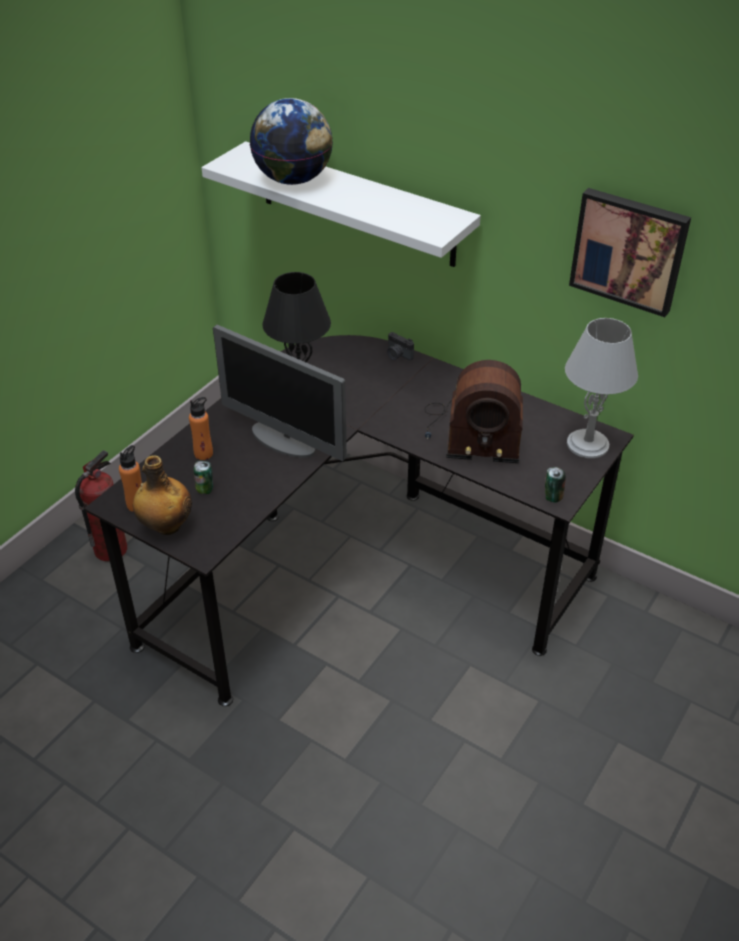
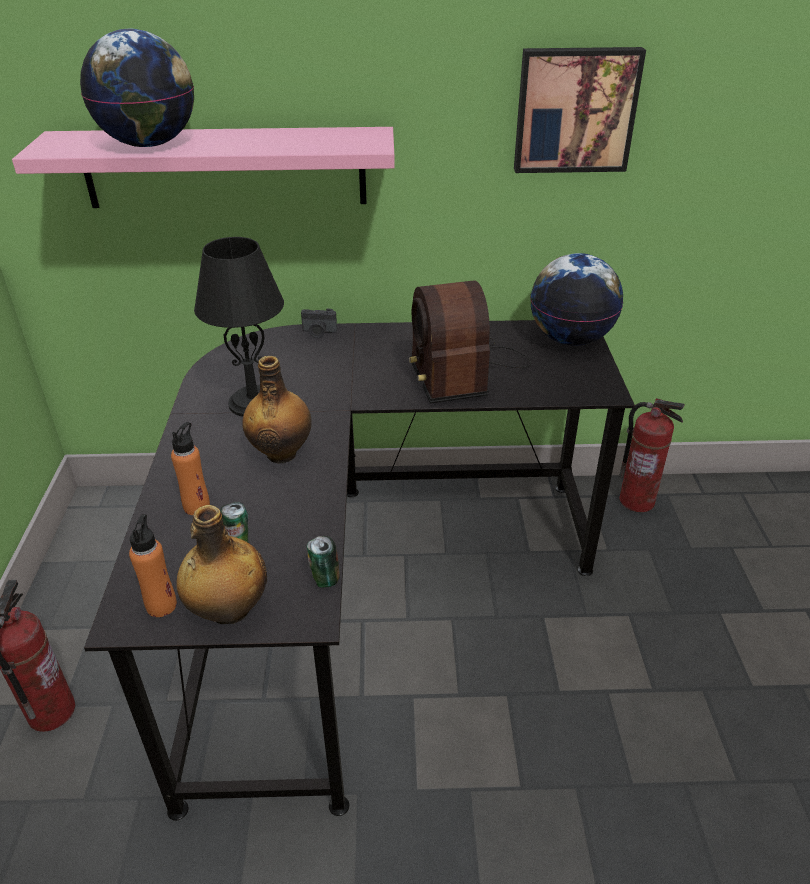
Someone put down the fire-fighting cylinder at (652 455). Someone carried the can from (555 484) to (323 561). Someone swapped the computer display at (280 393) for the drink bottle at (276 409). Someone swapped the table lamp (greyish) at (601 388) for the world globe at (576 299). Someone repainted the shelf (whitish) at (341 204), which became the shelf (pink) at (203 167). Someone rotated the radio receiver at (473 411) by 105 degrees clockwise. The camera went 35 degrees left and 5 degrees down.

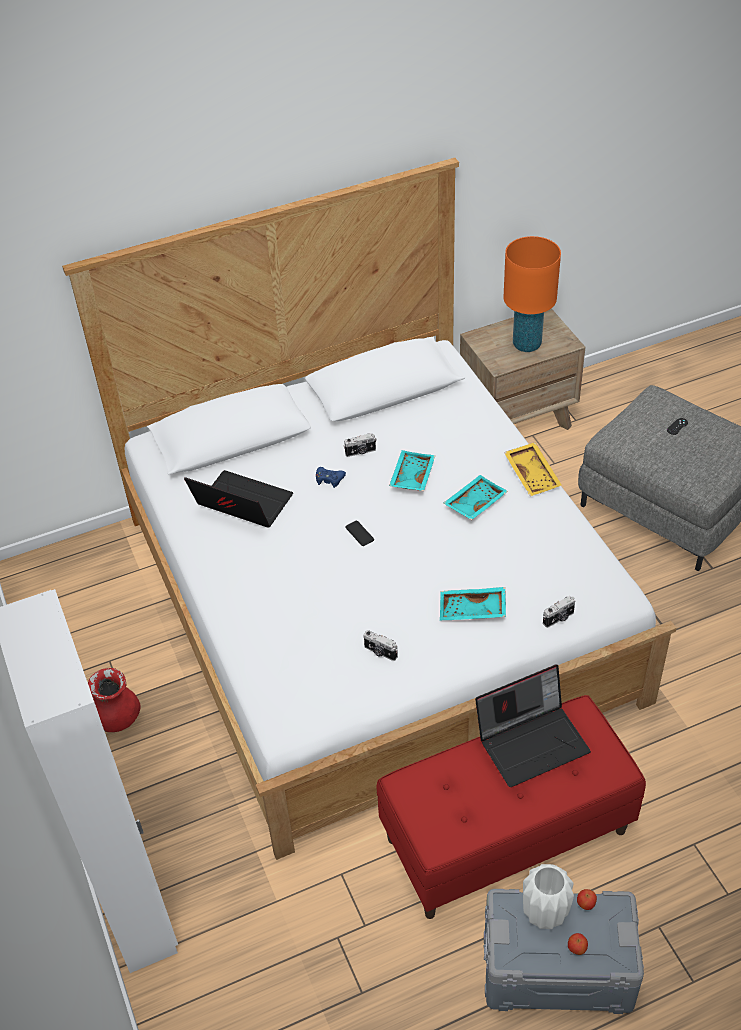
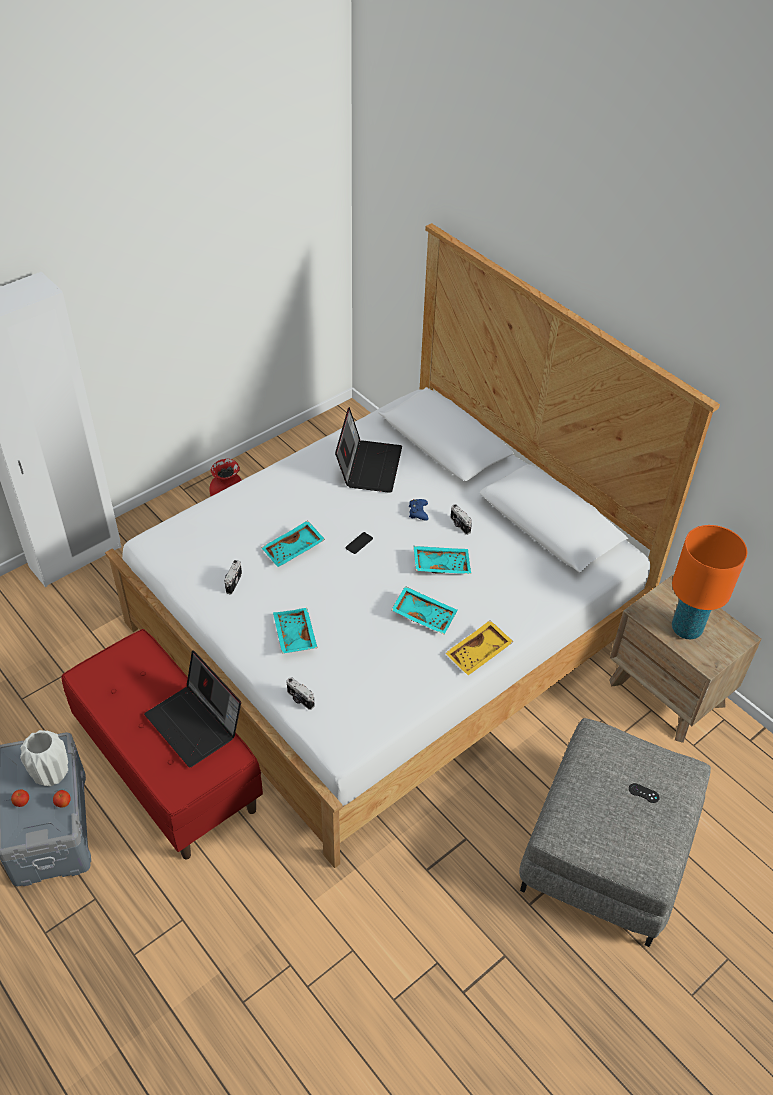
Someone put down the tray (turquoise) at (293 543). The camera went 70 degrees right and 0 degrees up.

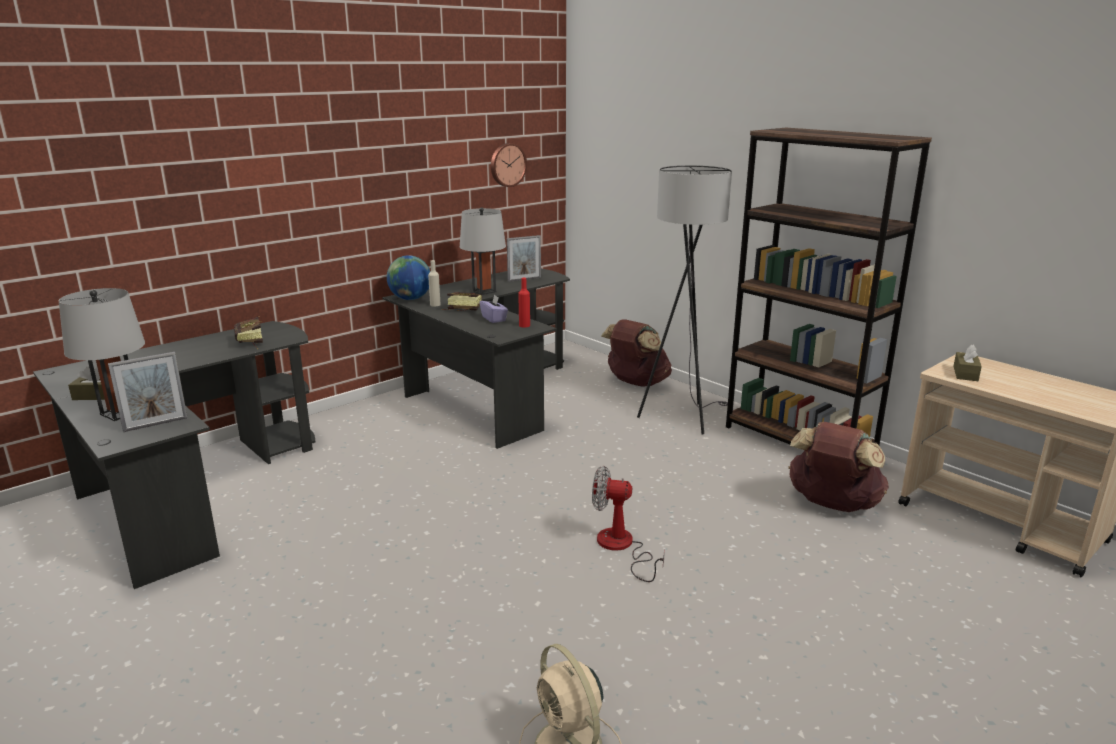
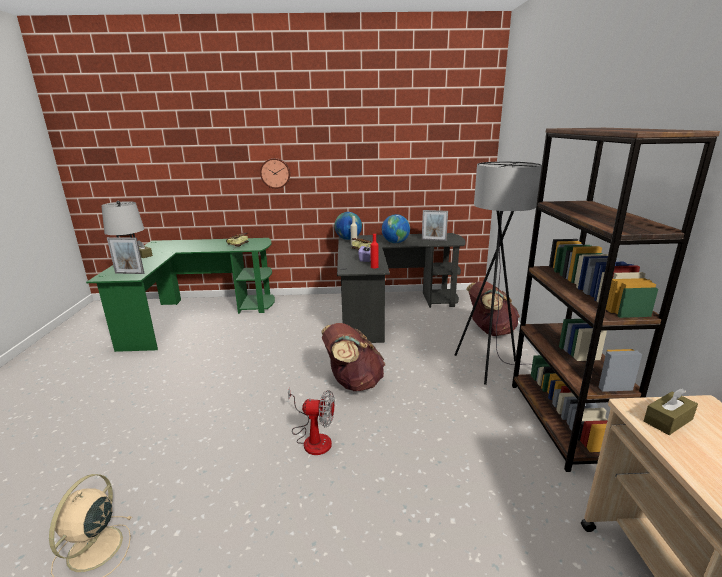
Someone carried the clock on the wall from (509 165) to (275 173). Someone carried the rucksack (brown) from (838 467) to (353 357). Someone swapped the table lamp (greyish) at (483 251) for the world globe at (396 228). Someone repainted the desk table (black-coloured) at (174 455), which became the desk table (greenish) at (180 295). Someone rotated the electric fan at (628 524) by 135 degrees clockwise. The camera went 40 degrees right and 0 degrees up.

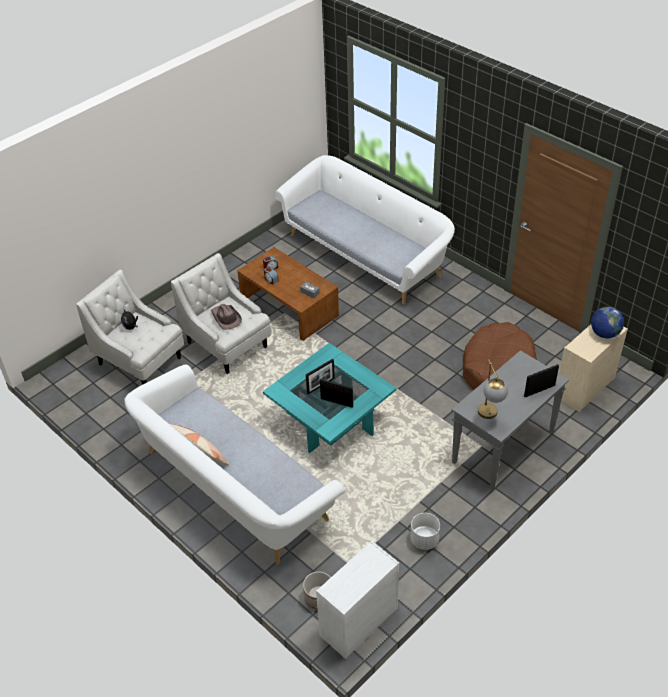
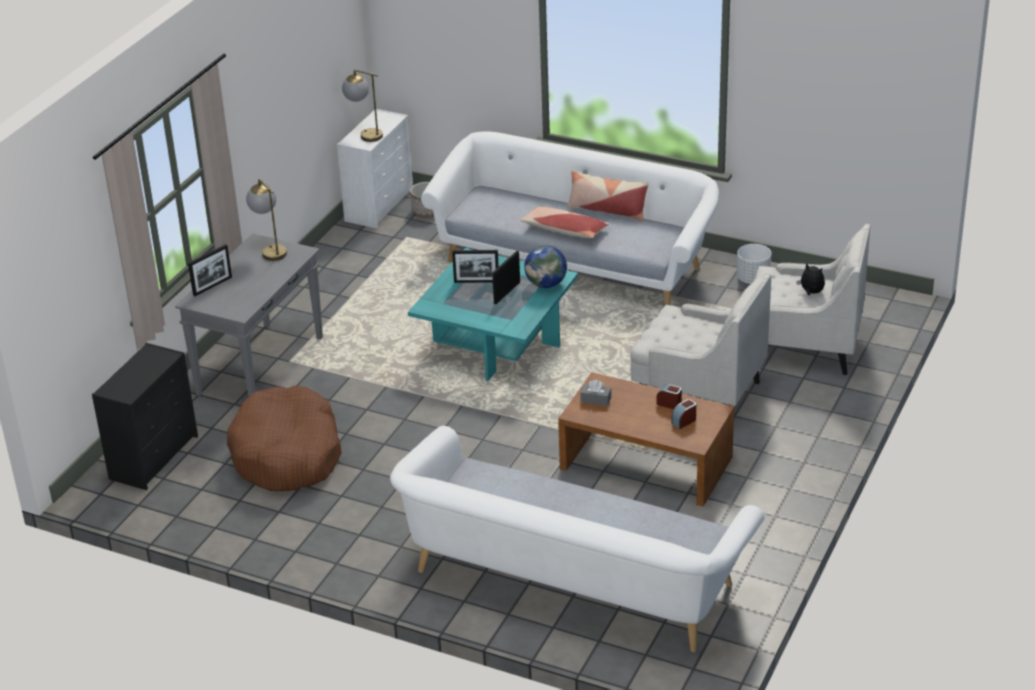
Someone took away the wearable hat (brown) at (226 317). Someone put down the table lamp at (362 105). Someone put down the throw pillow at (564 222). Someone carried the planter (whitish) from (425 531) to (754 264). Someone carried the world globe from (607 322) to (545 266). Someone repainted the drawer chest (sand-coloured) at (593 368), which became the drawer chest (black-coloured) at (145 416). The camera went 160 degrees right and 10 degrees down.

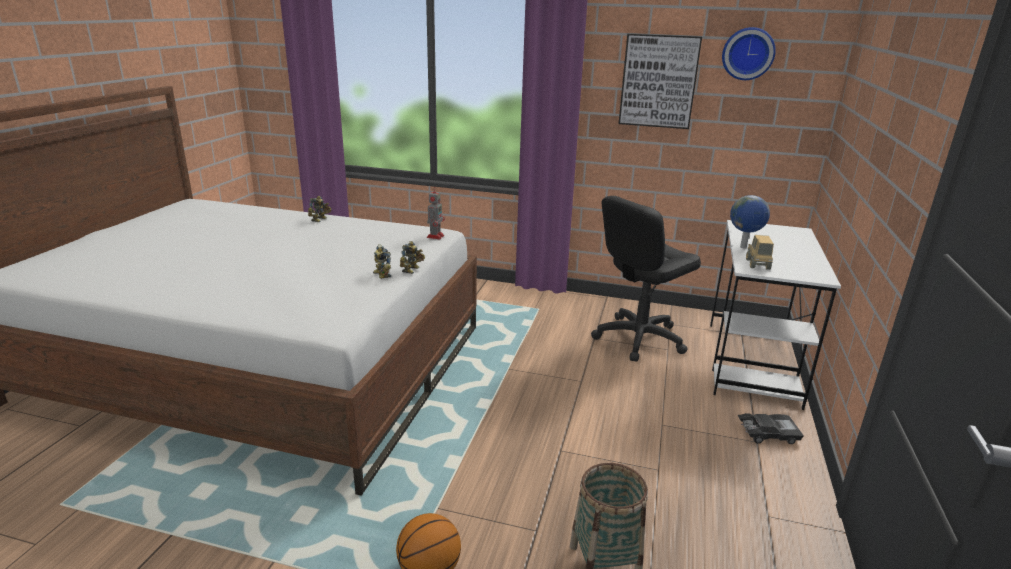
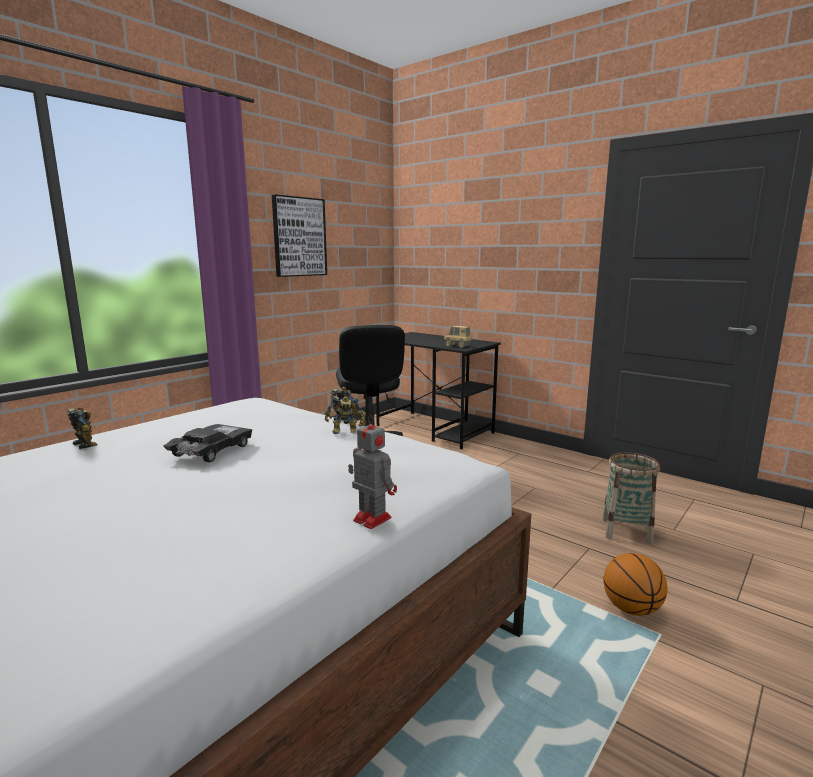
Someone took away the clock on the wall at (749 53). Someone took away the world globe at (750 222). Someone carried the robot figure from (436 215) to (372 472). Someone carried the miniature car (black-coloured) from (771 428) to (207 443). Someone repainted the desk table (whitish) at (775 315), which became the desk table (black-coloured) at (438 390). The camera went 65 degrees left and 10 degrees down.

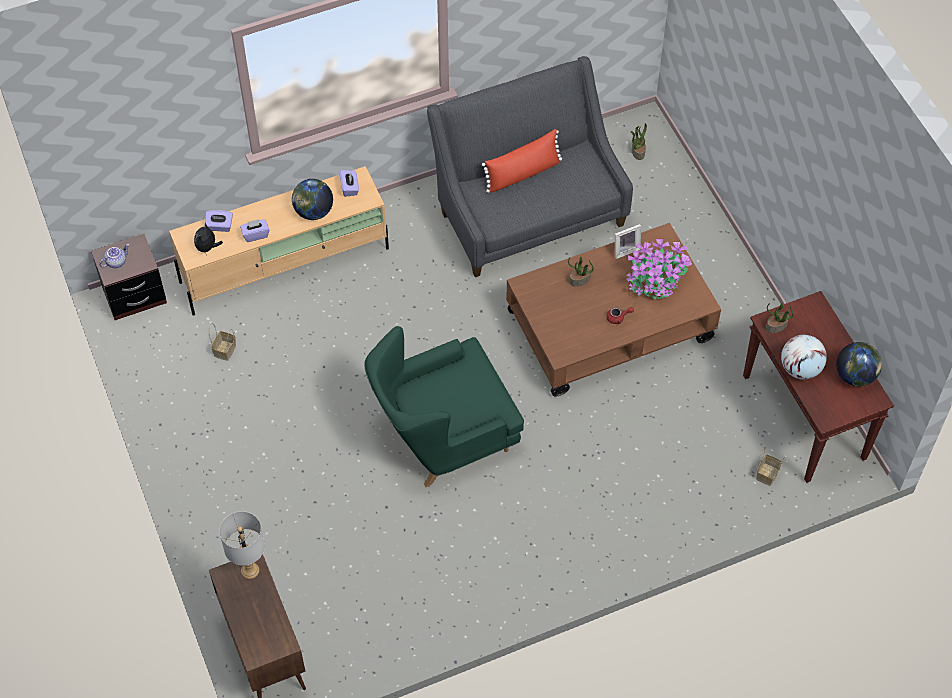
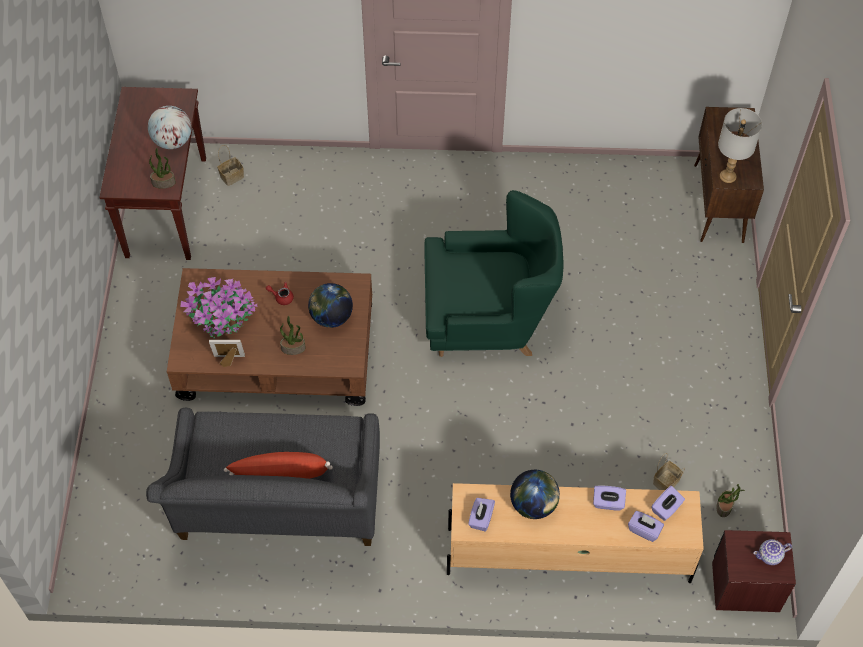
Someone carried the potted plant from (639 141) to (730 500). Someone carried the world globe from (859 364) to (330 305). Someone swapped the soft toy at (208 237) for the tissue holder (purplish) at (668 503). The camera went 155 degrees left and 0 degrees up.

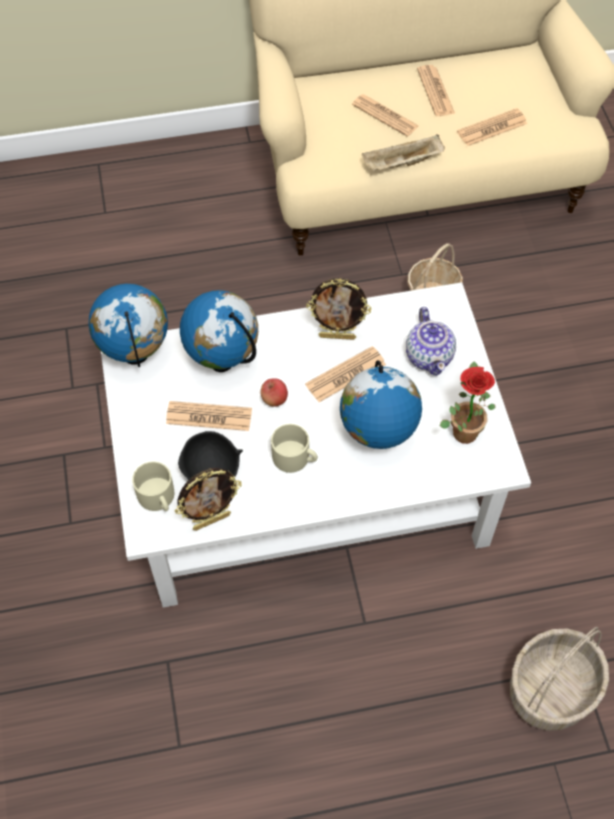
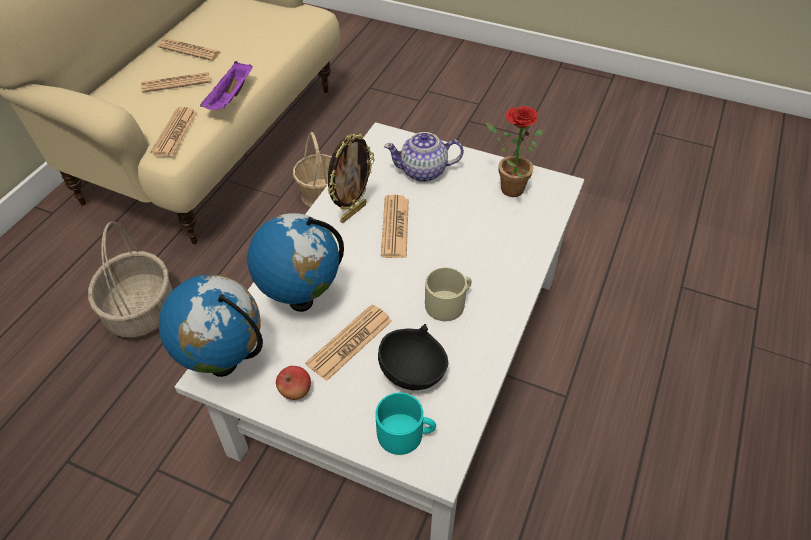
Someone took away the standing frame at (208 499). Someone took away the world globe at (381 404). Someone carried the whole apple from (274 392) to (293 383). Someone carried the daily paper from (492 127) to (173 131). Someone carried the basket from (559 679) to (130 279). Someone repainted the coffee mug (sand-coloured) at (153 486), which became the coffee mug (turquoise) at (405 424). Someone repainted the tray (sand-coloured) at (403 153), which became the tray (purplish) at (226 85). Someone rotated the tea pot at (431 341) by 150 degrees clockwise. The camera went 55 degrees left and 10 degrees down.

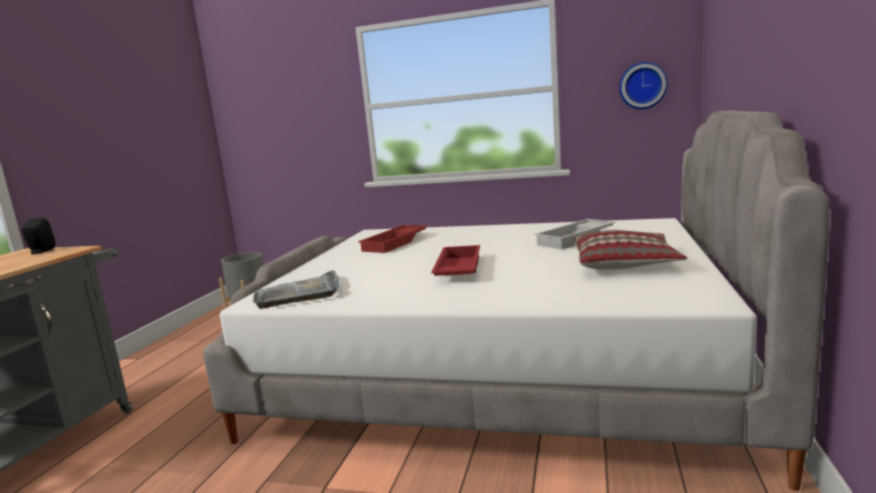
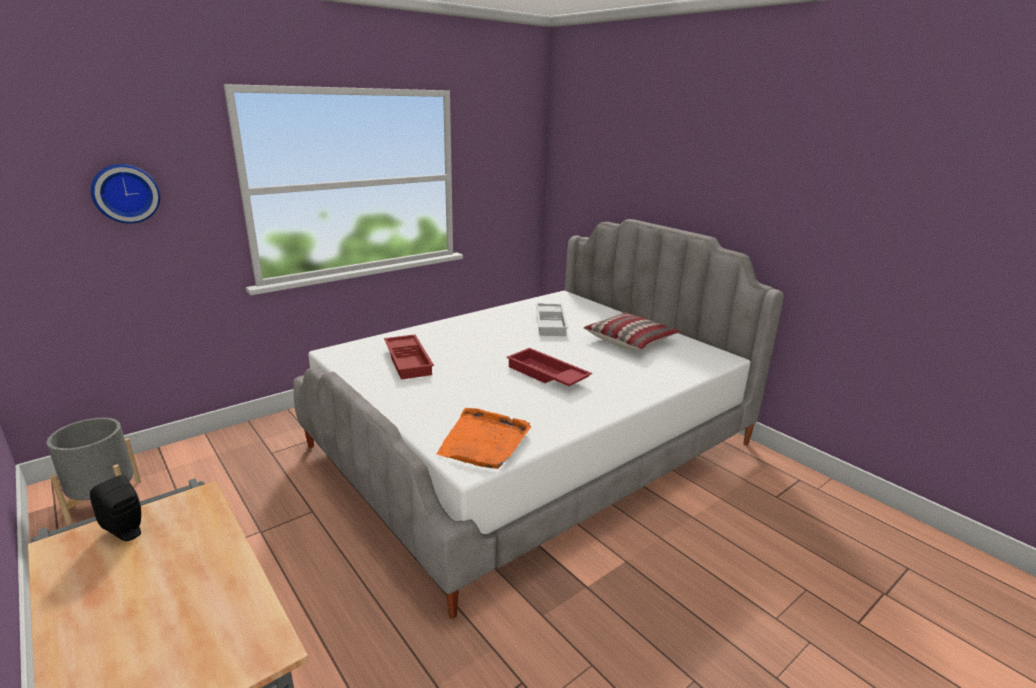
Someone carried the clock on the wall from (643 85) to (125 193). Someone repainted the tray (greyish) at (296 289), which became the tray (orange-coloured) at (483 438). The camera went 55 degrees left and 10 degrees up.

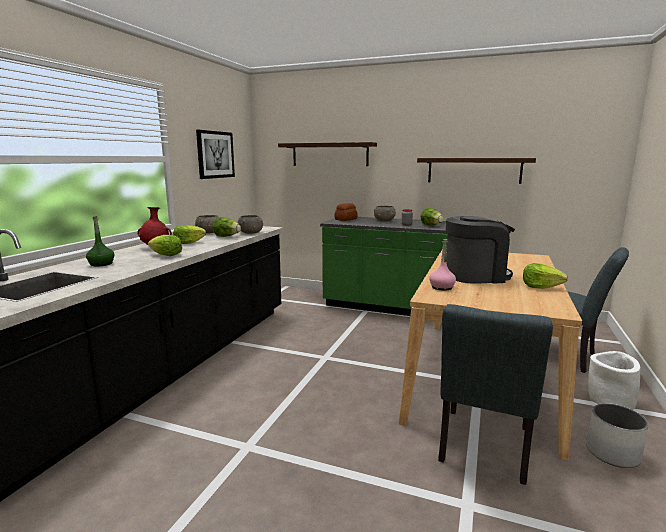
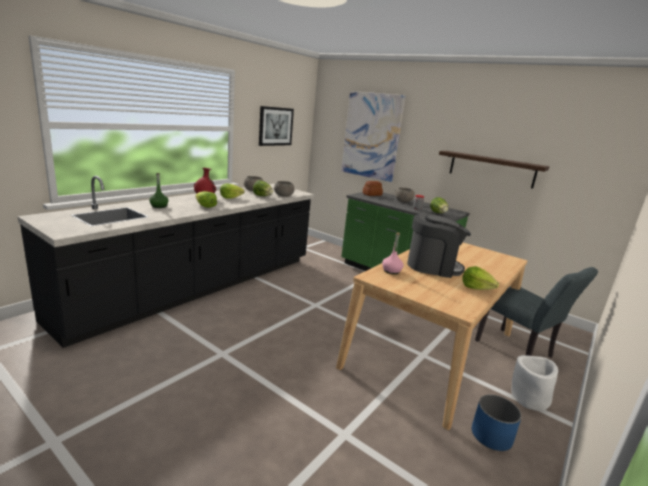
Someone took away the plain chair (greyish) at (495 394). Someone swapped the shelf at (327 154) for the wall picture at (373 136). Someone repainted the planter (whitish) at (617 435), which became the planter (blue-coloured) at (497 423). The camera went 15 degrees right and 5 degrees up.

